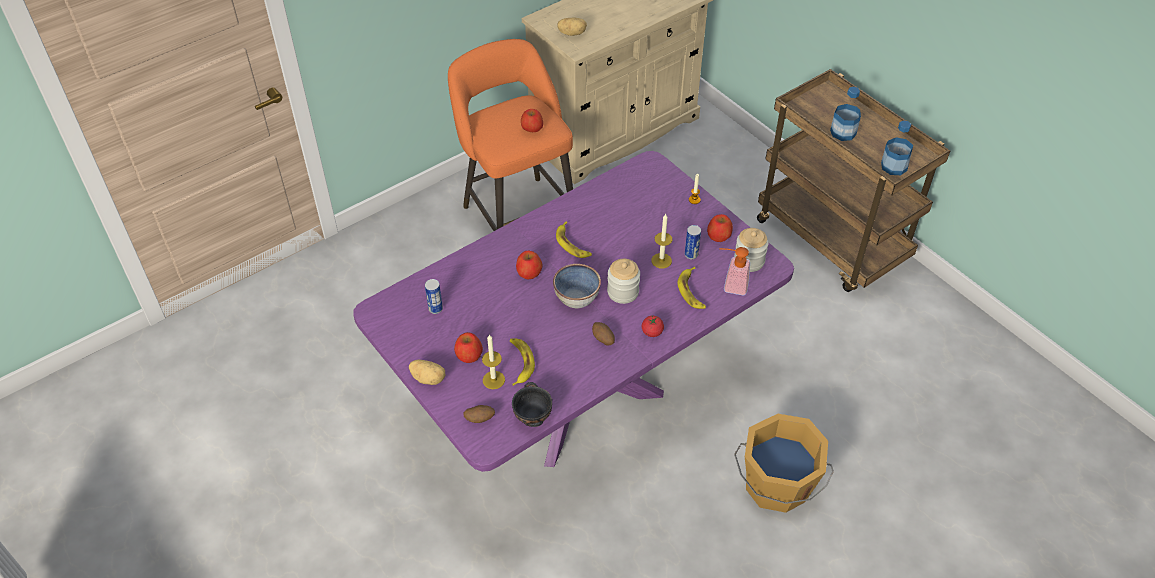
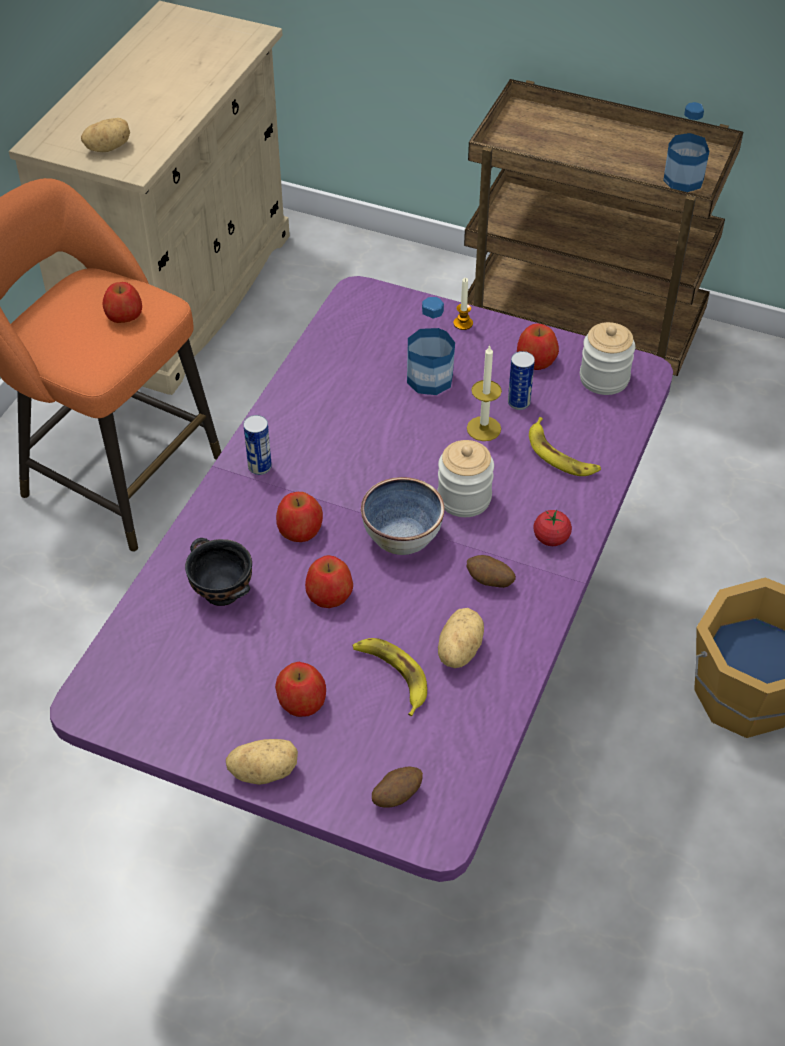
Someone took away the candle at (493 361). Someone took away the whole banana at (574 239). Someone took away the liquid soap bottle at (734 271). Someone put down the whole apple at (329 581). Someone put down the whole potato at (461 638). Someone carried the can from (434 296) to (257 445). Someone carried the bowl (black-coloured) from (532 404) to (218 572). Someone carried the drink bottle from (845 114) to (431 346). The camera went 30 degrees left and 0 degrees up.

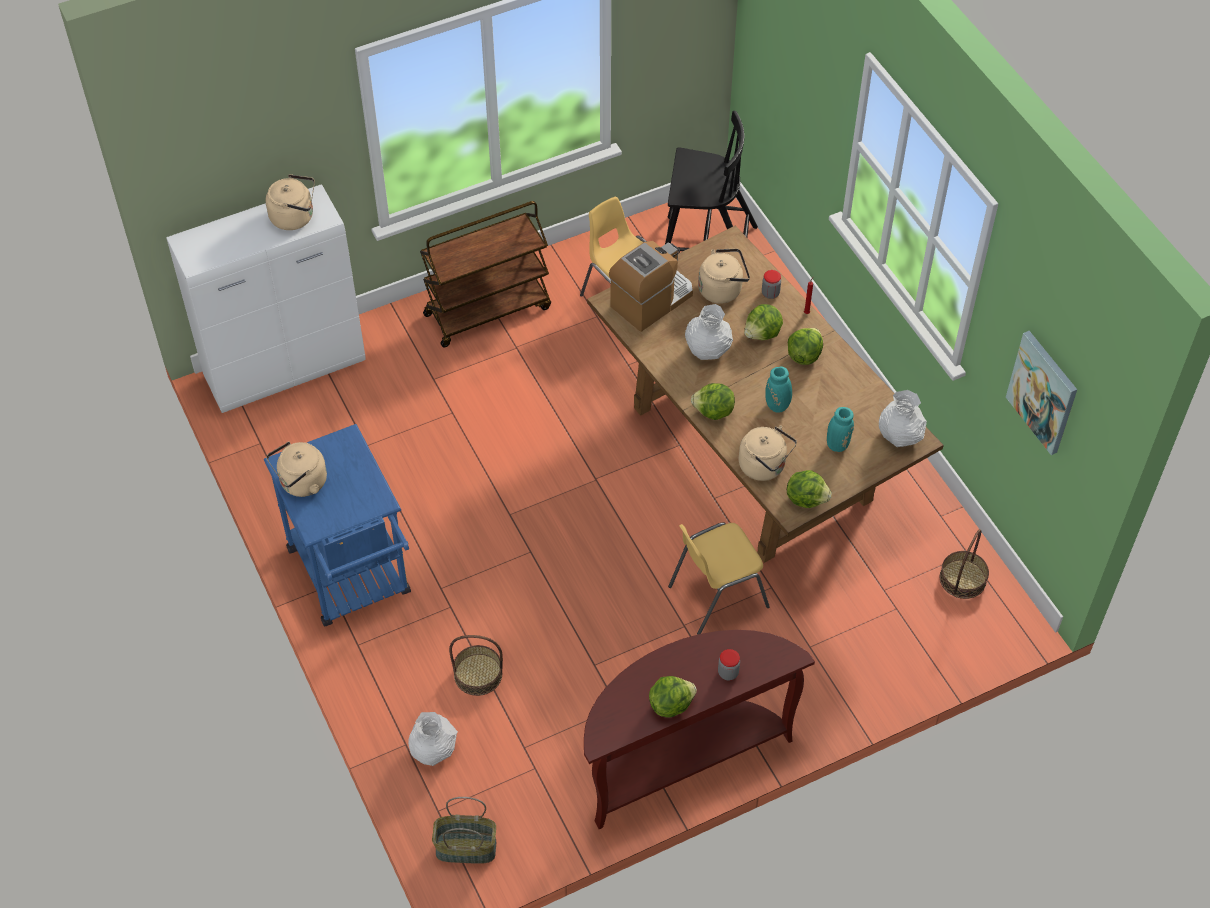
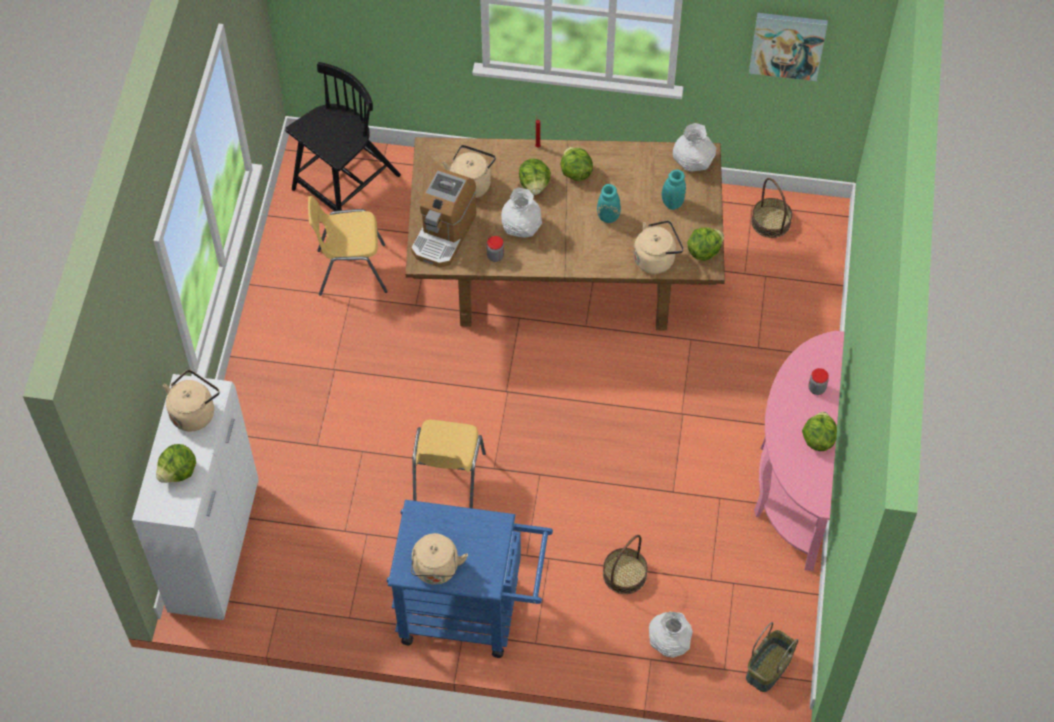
Someone took away the cart (brown) at (485 274). Someone carried the plain chair (yellowish) from (719 578) to (449 464). Someone carried the lettuce head from (713 401) to (176 463). Someone carried the preserve jar from (771 284) to (495 249). Someone repainted the console table (brown) at (699 729), which became the console table (pink) at (799 451). Someone rotated the coffee maker at (651 286) by 150 degrees counterclockwise. The camera went 55 degrees left and 5 degrees up.

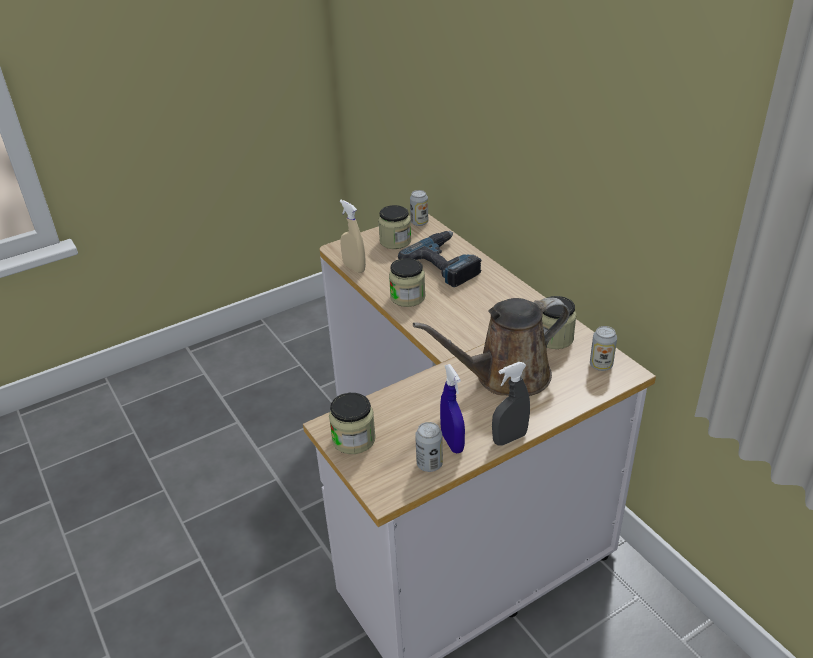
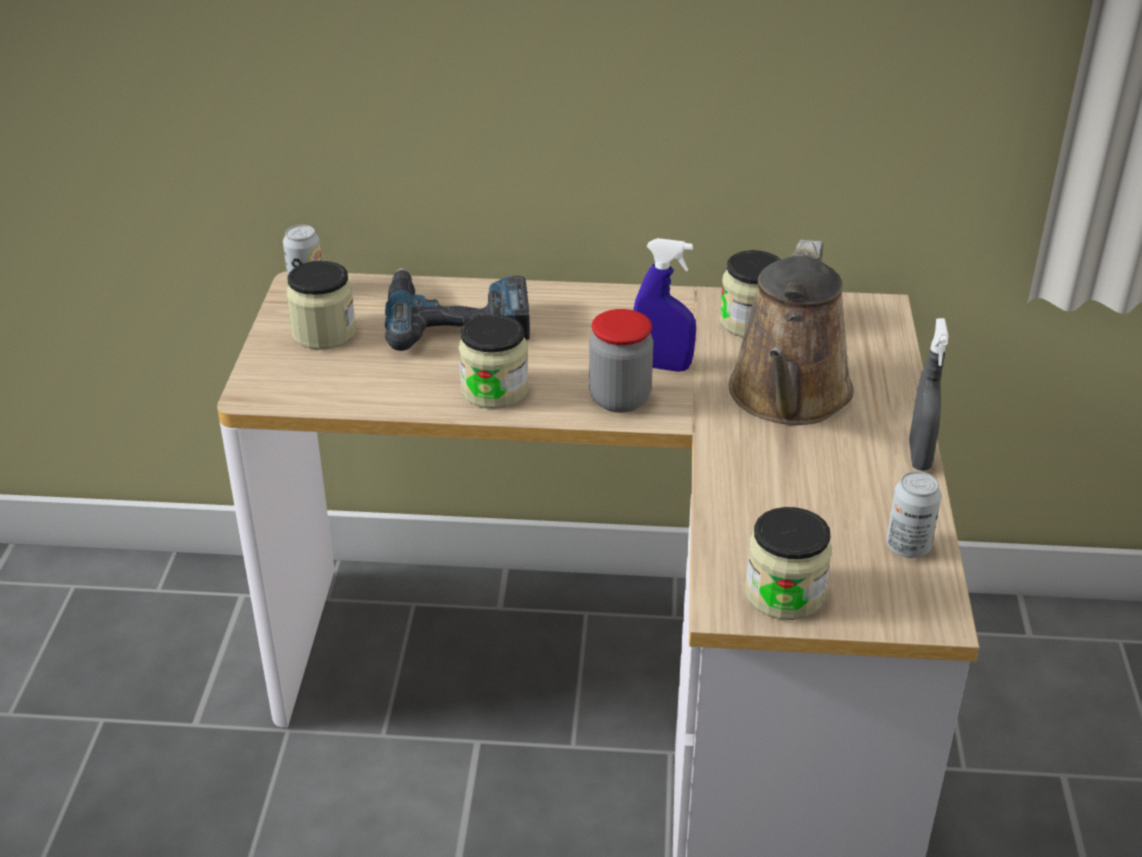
Someone took away the spray bottle (sand-coloured) at (353 236). Someone took away the can at (603 348). Someone put down the preserve jar at (621 361). Someone carried the spray bottle (blue-coloured) from (452 408) to (664 305). The camera went 55 degrees left and 0 degrees up.

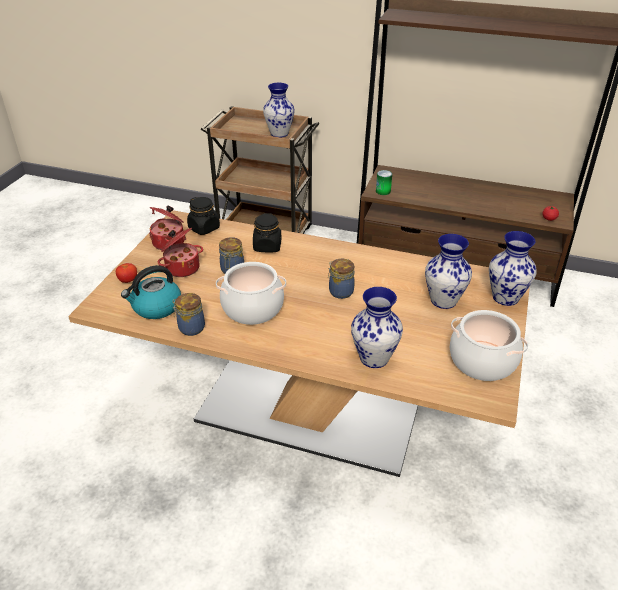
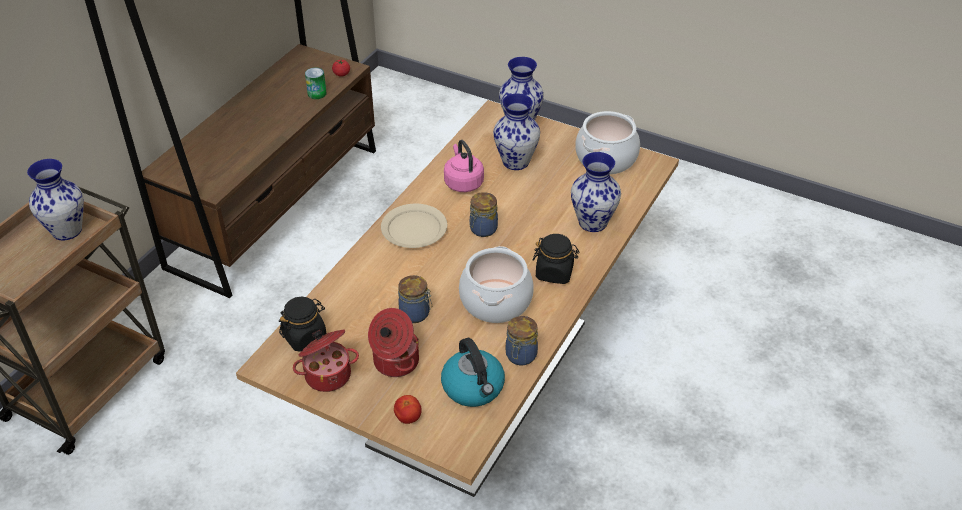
Someone put down the flat dish (sand-coloured) at (414 226). Someone put down the water kettle (pink) at (464 166). Someone carried the preserve jar (black-coloured) from (267 233) to (556 259). Someone carried the can from (384 182) to (315 83). The camera went 80 degrees left and 5 degrees up.

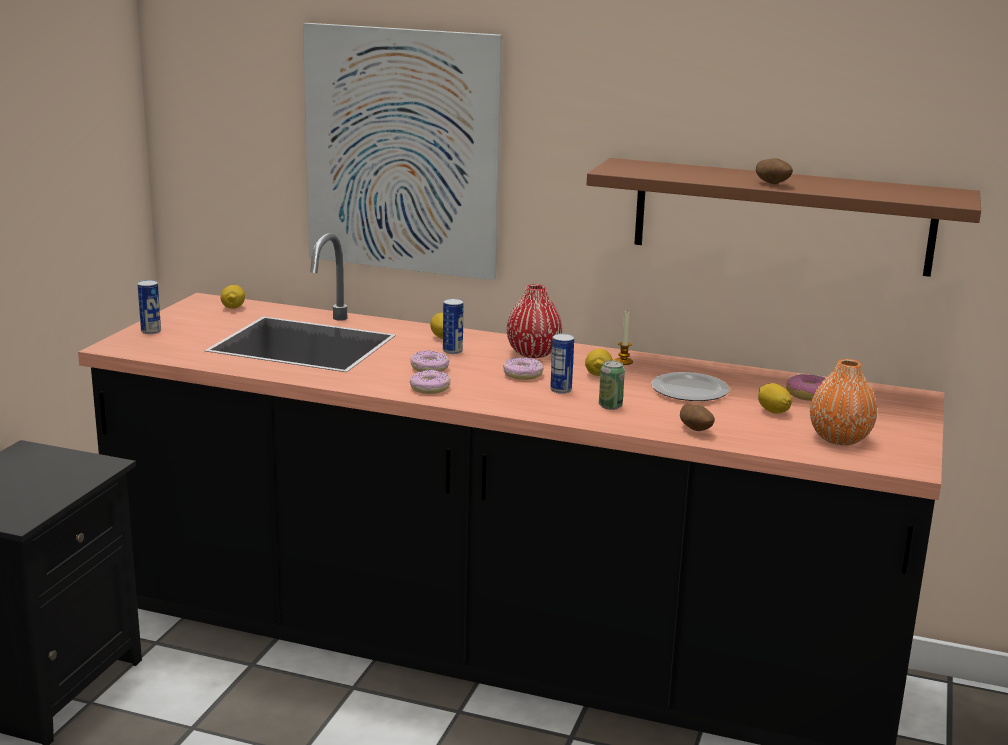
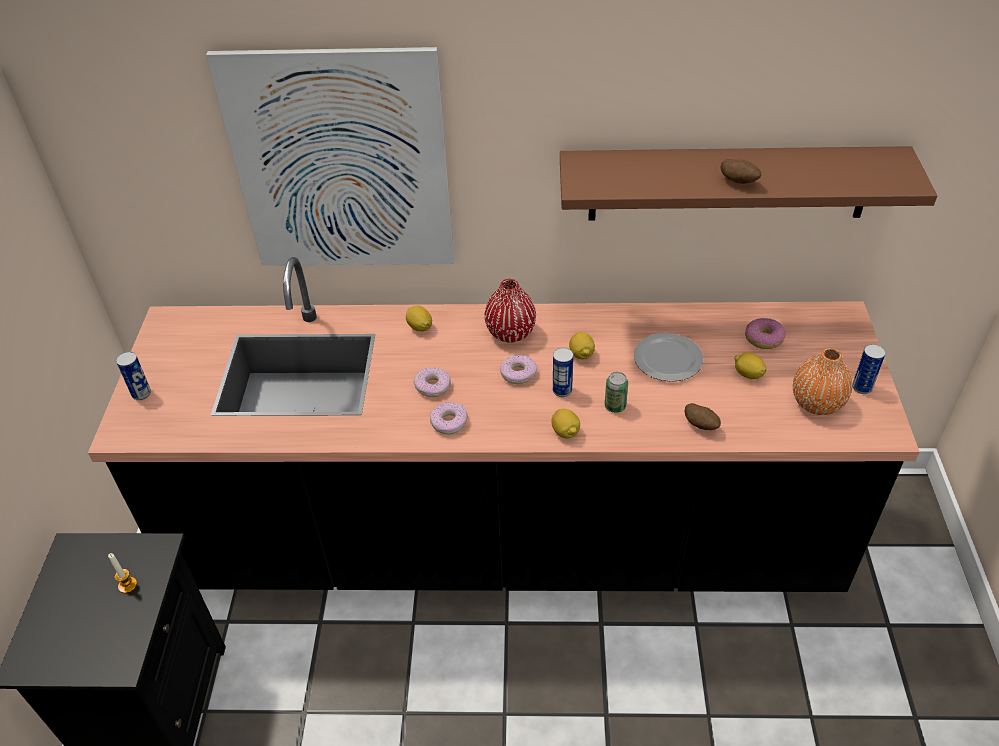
Someone carried the citrus fruit from (232 297) to (565 423). Someone carried the can from (453 326) to (869 369). Someone carried the candle from (624 338) to (122 573). The camera went 15 degrees left and 25 degrees up.

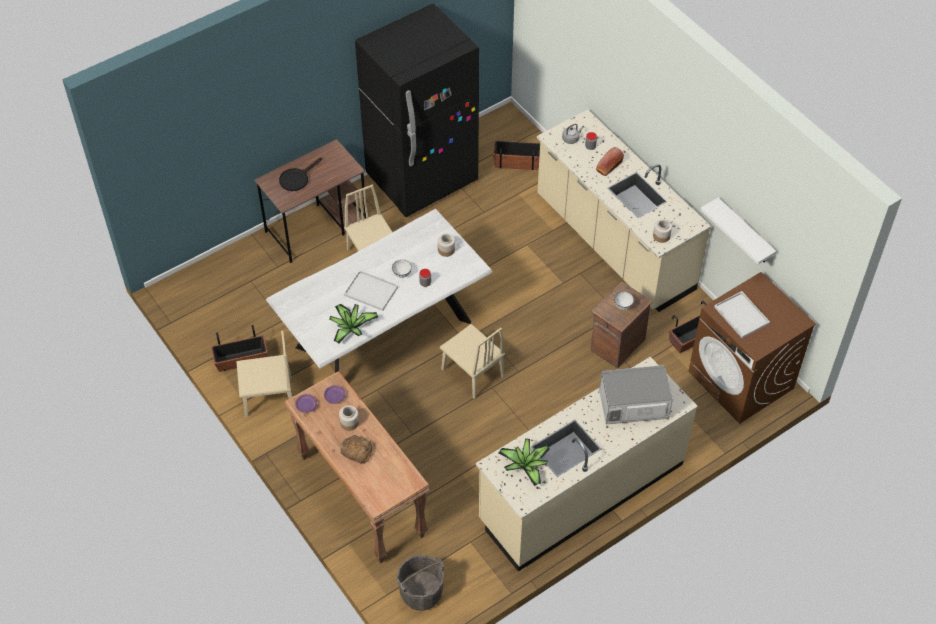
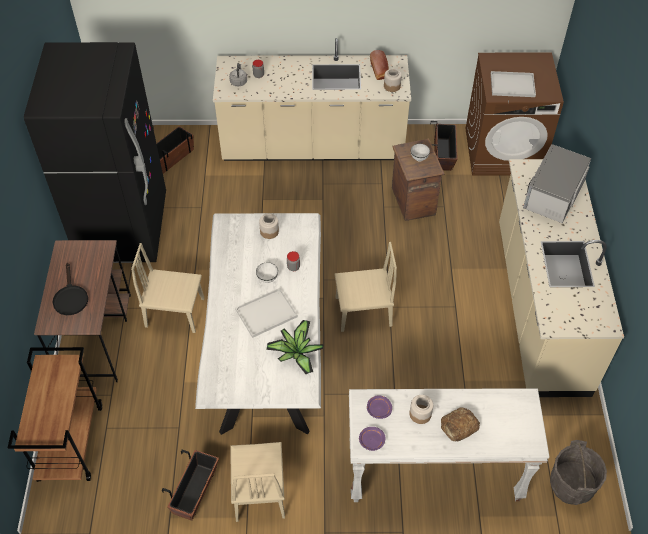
Someone took away the potted plant at (524 462). Someone took away the shelf (whitish) at (738 230). Someone put down the cart (brown) at (55 414). Someone carried the bread from (610 161) to (379 65). Someone repainted the console table (brown) at (357 467), which became the console table (whitish) at (449 445). Someone rotated the plain chair (sand-coloured) at (264 374) by 150 degrees clockwise. The camera went 55 degrees left and 0 degrees up.

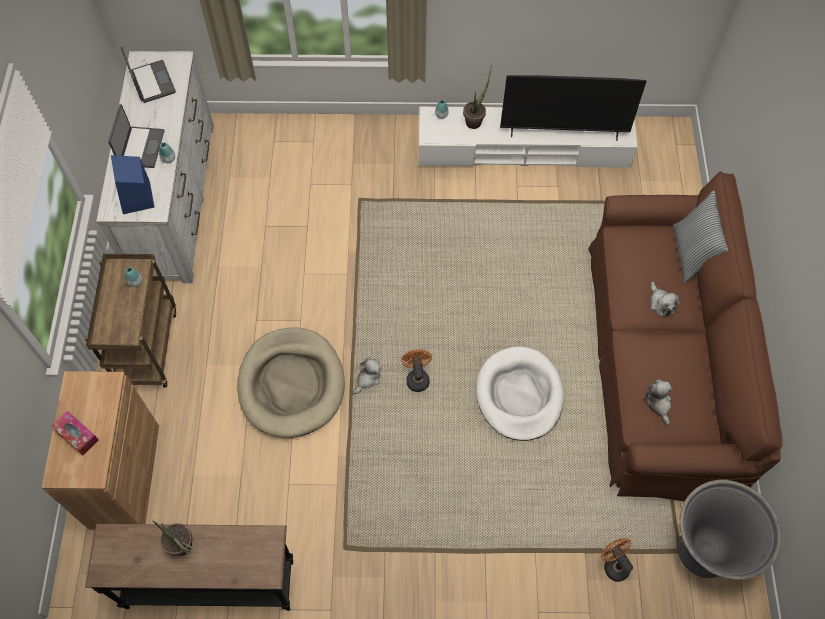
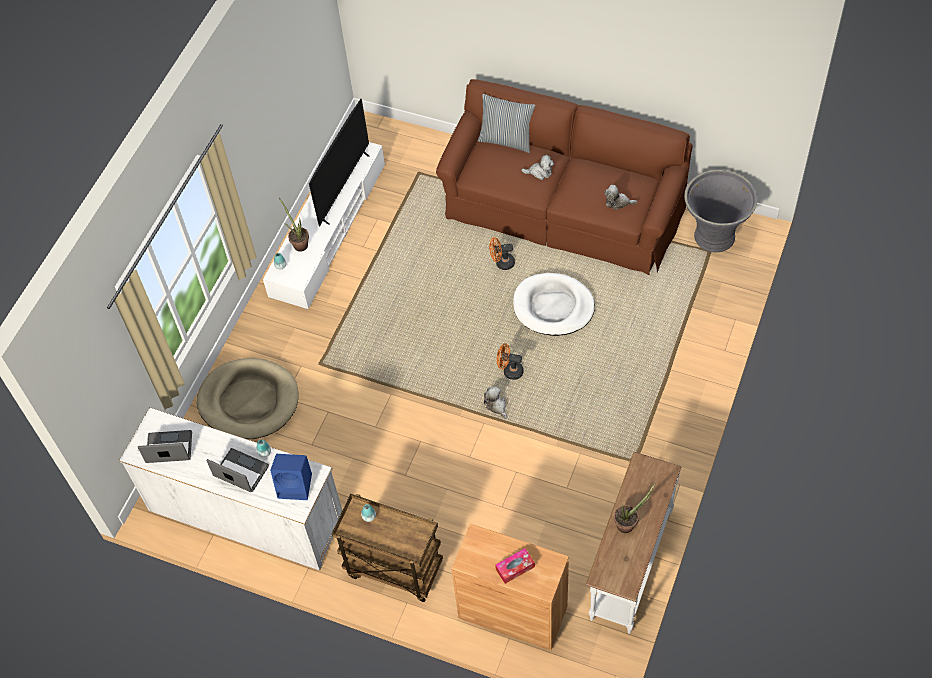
Someone carried the dog bed (sand-coloured) from (291 382) to (247 398). Someone carried the electric fan (orange-coloured) from (617 560) to (502 253). Someone repainted the console table (black-coloured) at (189 567), which became the console table (whitish) at (634 543). The camera went 65 degrees left and 5 degrees down.

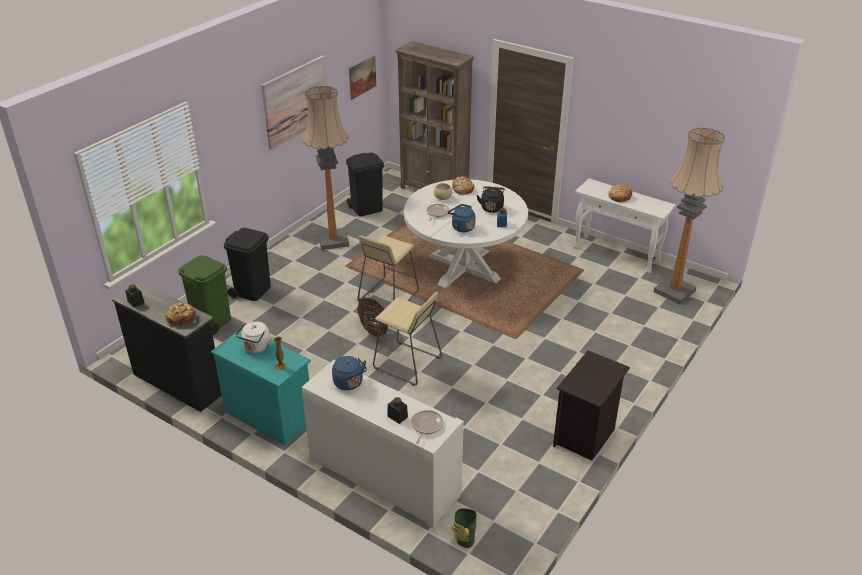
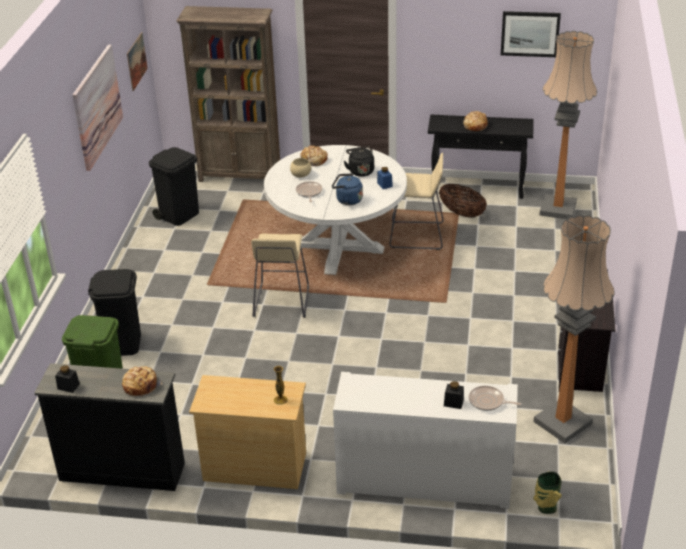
Someone took away the water kettle (whitish) at (254 337). Someone took away the water kettle (blue-coloured) at (349 373). Someone put up the wall picture at (531 34). Someone carried the floor lamp from (325 168) to (573 329). Someone carried the basket from (372 317) to (463 201). Someone carried the stool seat (sand-coloured) from (407 339) to (416 201). Someone repainted the drawer chest (turquoise) at (261 386), which became the drawer chest (sand-coloured) at (247 432). Someone repainted the console table (whitish) at (624 226), which became the console table (black-coloured) at (481 157). Someone rotated the pan at (427 427) by 60 degrees counterclockwise. The camera went 25 degrees left and 0 degrees up.

